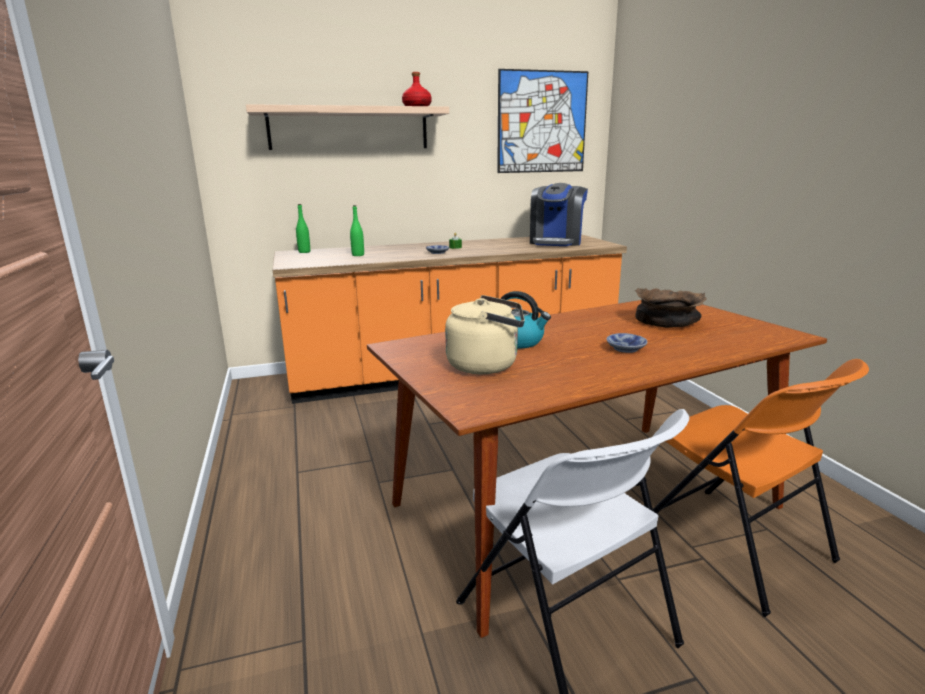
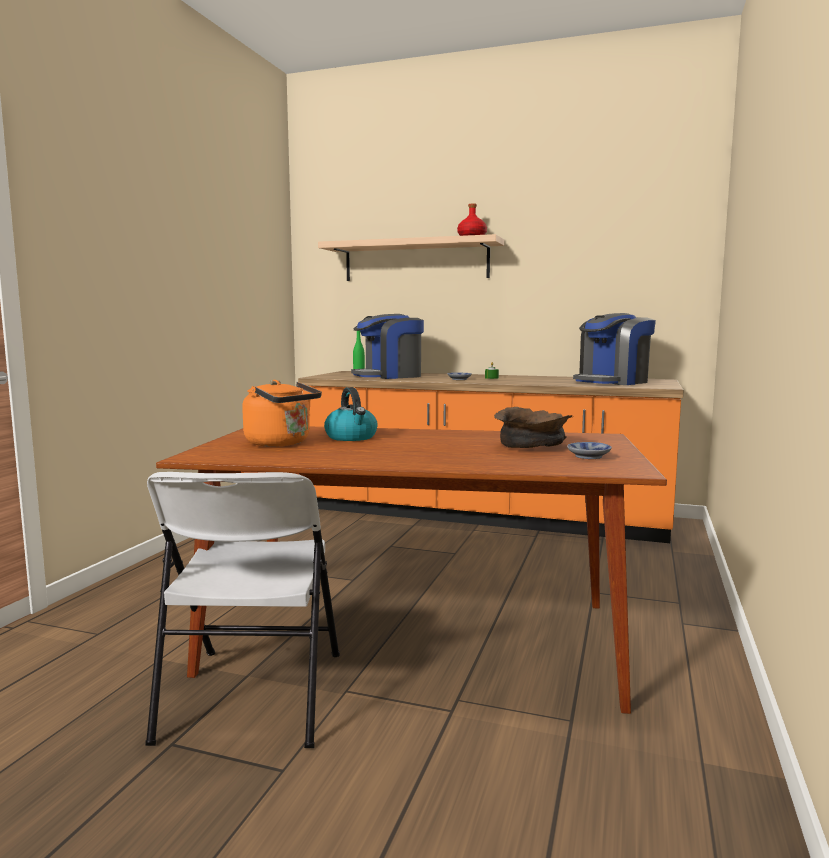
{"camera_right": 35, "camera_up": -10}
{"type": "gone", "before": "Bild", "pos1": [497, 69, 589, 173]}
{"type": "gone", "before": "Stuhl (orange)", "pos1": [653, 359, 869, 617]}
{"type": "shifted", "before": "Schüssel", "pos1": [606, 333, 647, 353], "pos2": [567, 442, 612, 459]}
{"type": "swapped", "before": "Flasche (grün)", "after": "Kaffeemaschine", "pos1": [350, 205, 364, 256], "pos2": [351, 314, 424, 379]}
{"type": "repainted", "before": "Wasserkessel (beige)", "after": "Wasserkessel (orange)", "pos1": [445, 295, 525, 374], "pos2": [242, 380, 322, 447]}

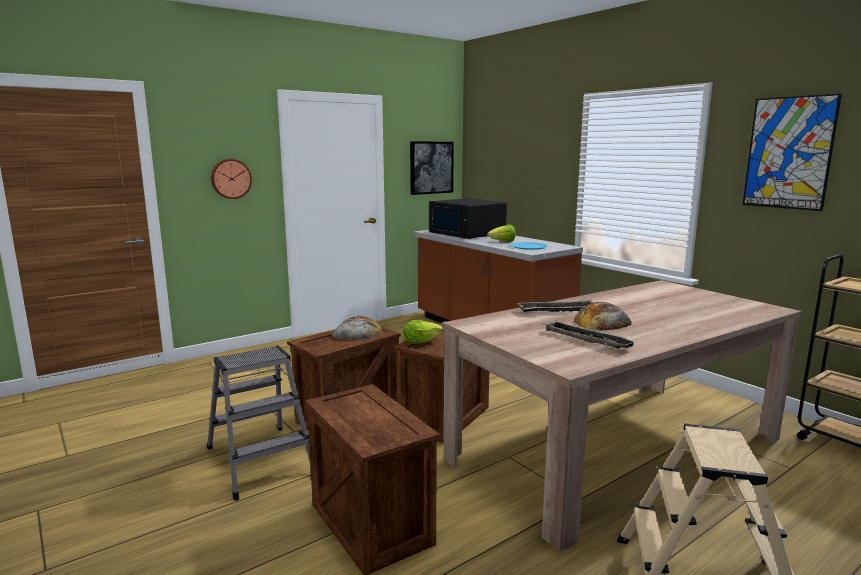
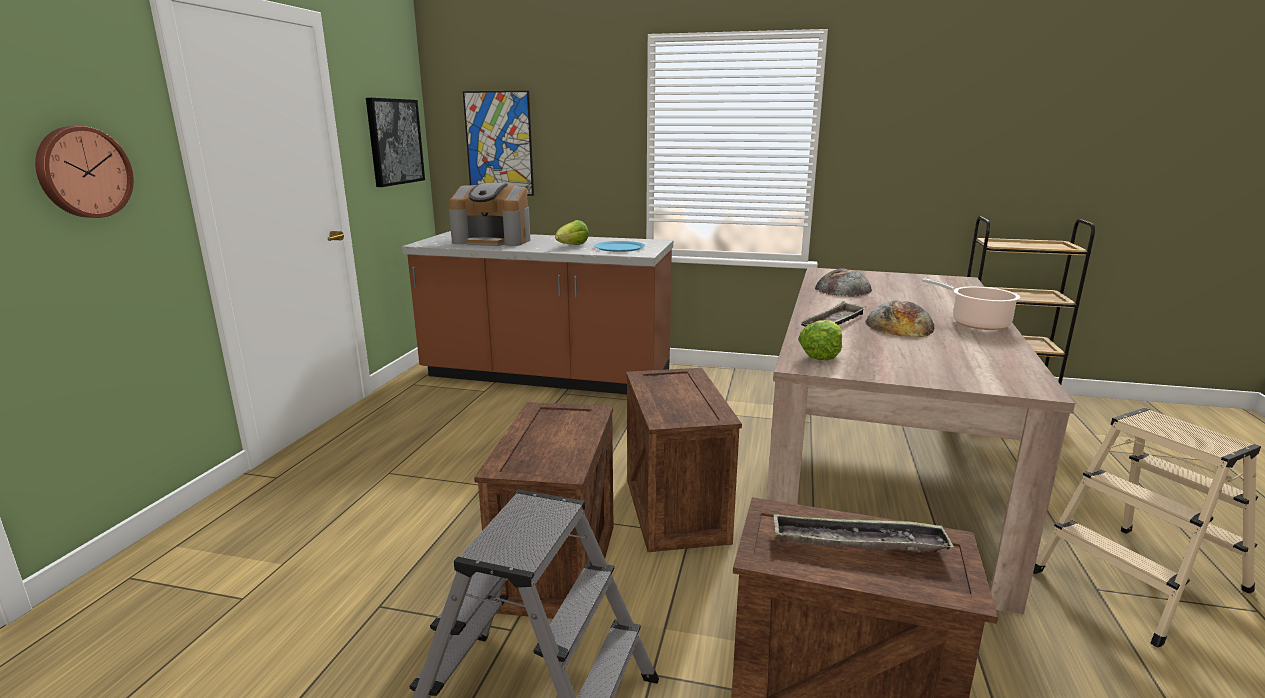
{"camera_right": -40, "camera_up": 5}
{"type": "new", "after": "Kochtopf", "pos2": [922, 279, 1020, 330]}
{"type": "shifted", "before": "Brot", "pos1": [332, 316, 383, 340], "pos2": [815, 268, 872, 297]}
{"type": "shifted", "before": "Salatkopf", "pos1": [404, 320, 443, 344], "pos2": [798, 320, 842, 360]}
{"type": "shifted", "before": "Tablett", "pos1": [543, 320, 637, 348], "pos2": [773, 514, 954, 552]}
{"type": "shifted", "before": "Bild", "pos1": [742, 94, 842, 211], "pos2": [463, 91, 534, 196]}
{"type": "swapped", "before": "Mikrowelle (schwarz)", "after": "Kaffeemaschine", "pos1": [429, 198, 507, 239], "pos2": [449, 183, 530, 246]}

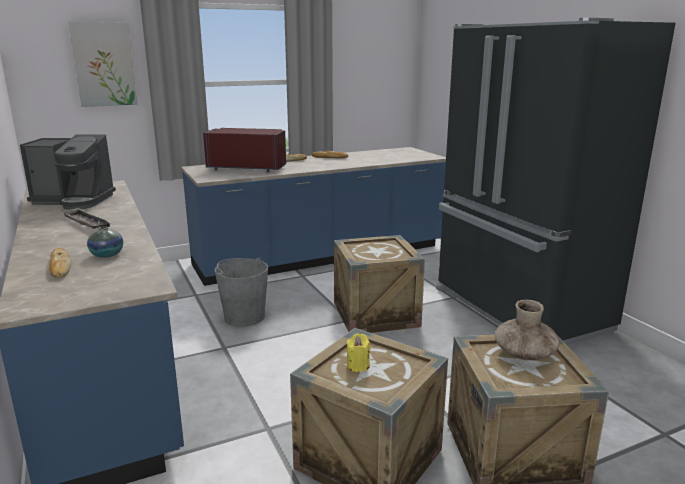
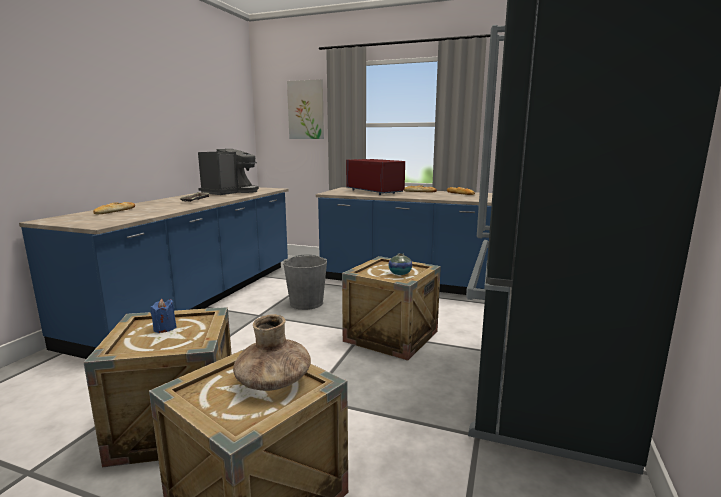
{"camera_right": 45, "camera_up": -5}
{"type": "shifted", "before": "Vase", "pos1": [87, 226, 123, 258], "pos2": [388, 253, 412, 275]}
{"type": "repainted", "before": "Kerze (gelb)", "after": "Kerze (blau)", "pos1": [346, 333, 370, 372], "pos2": [151, 299, 177, 333]}
{"type": "rotated", "before": "Kaffeemaschine", "pos1": [20, 134, 116, 210], "pos2": [198, 149, 259, 195], "turn": -105}

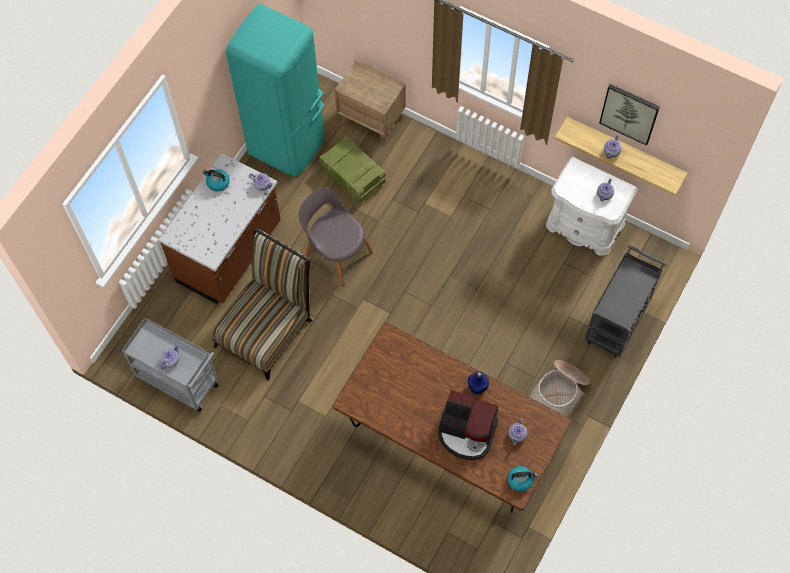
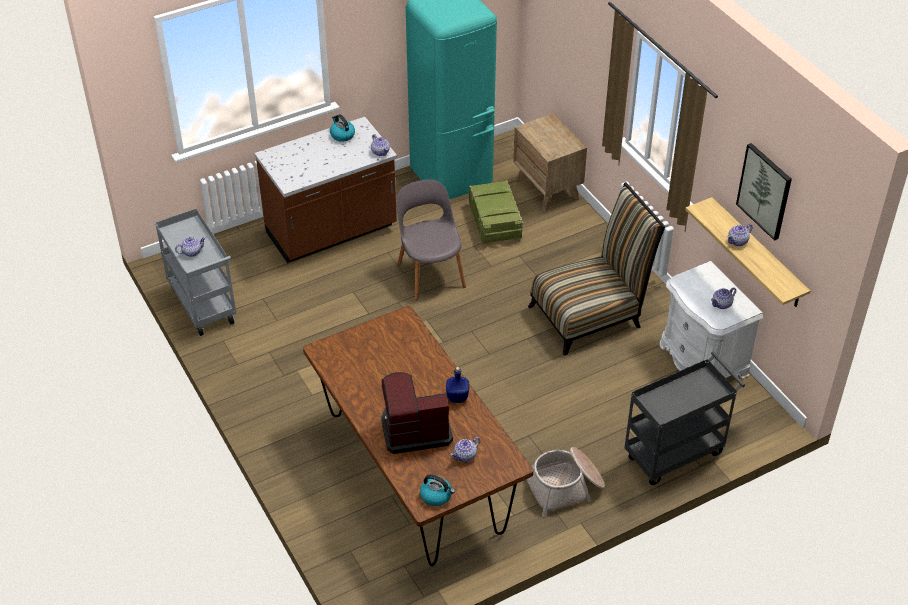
{"camera_right": 30, "camera_up": -20}
{"type": "shifted", "before": "Stuhl", "pos1": [212, 228, 312, 380], "pos2": [528, 182, 665, 356]}
{"type": "rotated", "before": "Kaffeemaschine", "pos1": [438, 390, 498, 460], "pos2": [381, 372, 453, 454], "turn": 120}

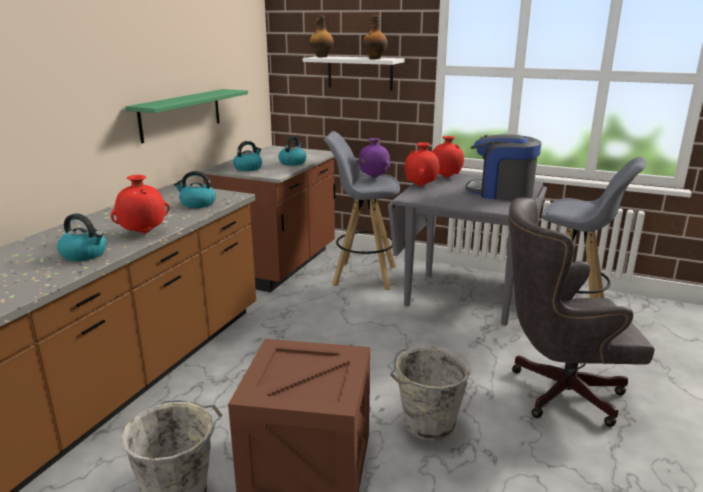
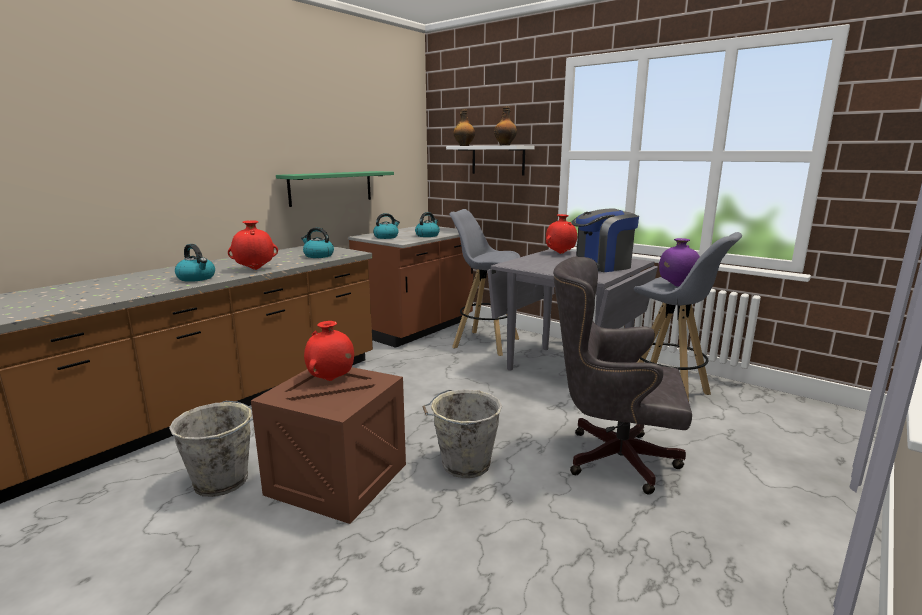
{"camera_right": 15, "camera_up": -5}
{"type": "shifted", "before": "Vase (lila)", "pos1": [359, 138, 390, 178], "pos2": [658, 238, 700, 287]}
{"type": "shifted", "before": "Vase (rot)", "pos1": [405, 142, 439, 186], "pos2": [304, 321, 354, 381]}
{"type": "rotated", "before": "Kaffeemaschine", "pos1": [465, 134, 541, 201], "pos2": [572, 208, 639, 272], "turn": -60}

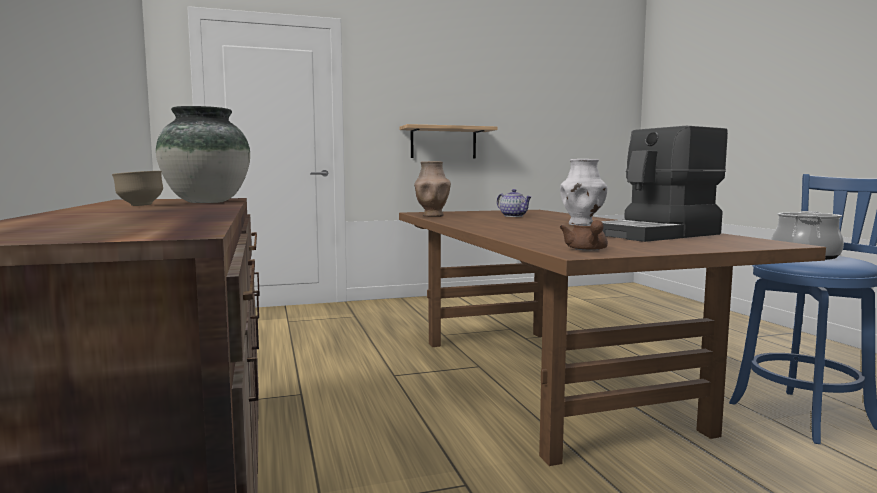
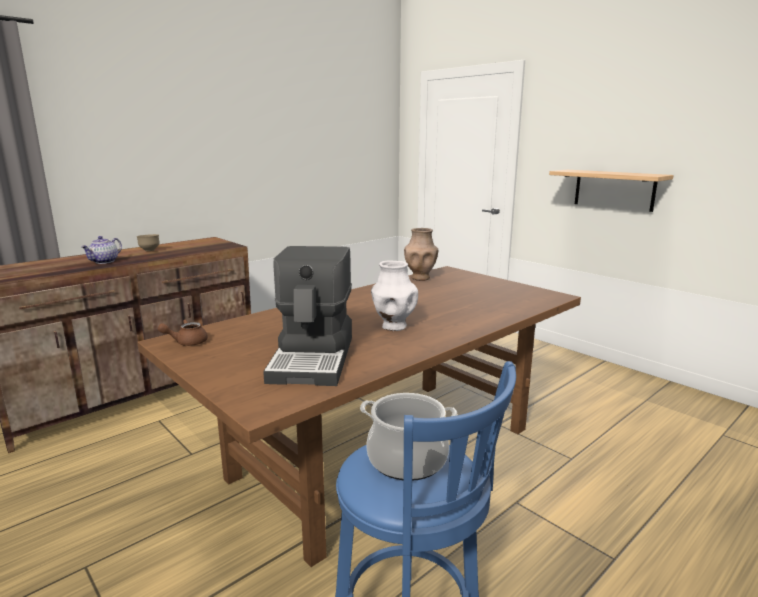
{"camera_right": 65, "camera_up": 10}
{"type": "gone", "before": "Vase", "pos1": [156, 106, 250, 203]}
{"type": "shifted", "before": "Teekanne", "pos1": [497, 189, 532, 217], "pos2": [81, 236, 122, 264]}
{"type": "rotated", "before": "Kaffeemaschine", "pos1": [589, 126, 728, 242], "pos2": [263, 246, 352, 386], "turn": -120}

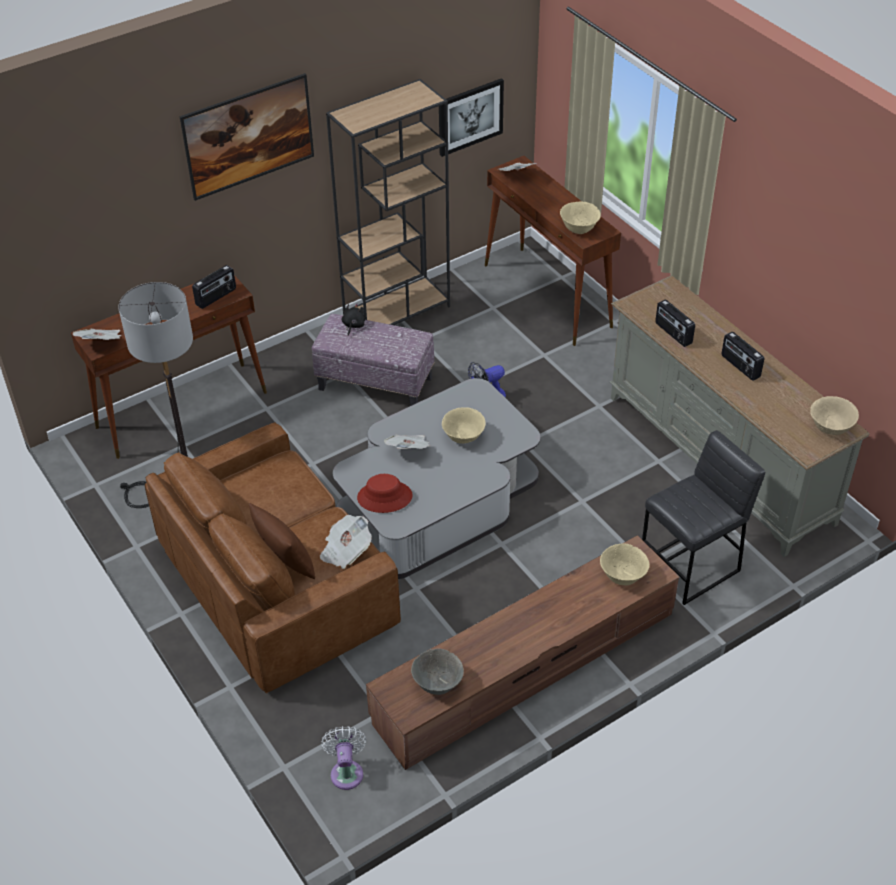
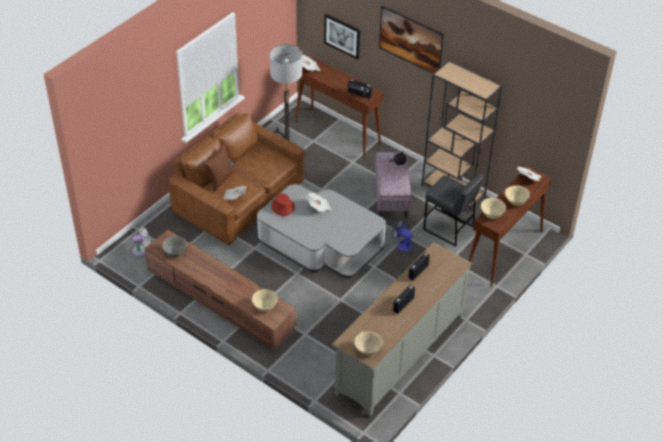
{"camera_right": 70, "camera_up": 0}
{"type": "shifted", "before": "Bild", "pos1": [439, 78, 504, 157], "pos2": [324, 14, 360, 59]}
{"type": "shifted", "before": "Schüssel (beige)", "pos1": [442, 407, 486, 444], "pos2": [505, 186, 530, 206]}
{"type": "shifted", "before": "Hocker (grau)", "pos1": [642, 430, 765, 605], "pos2": [423, 173, 484, 247]}

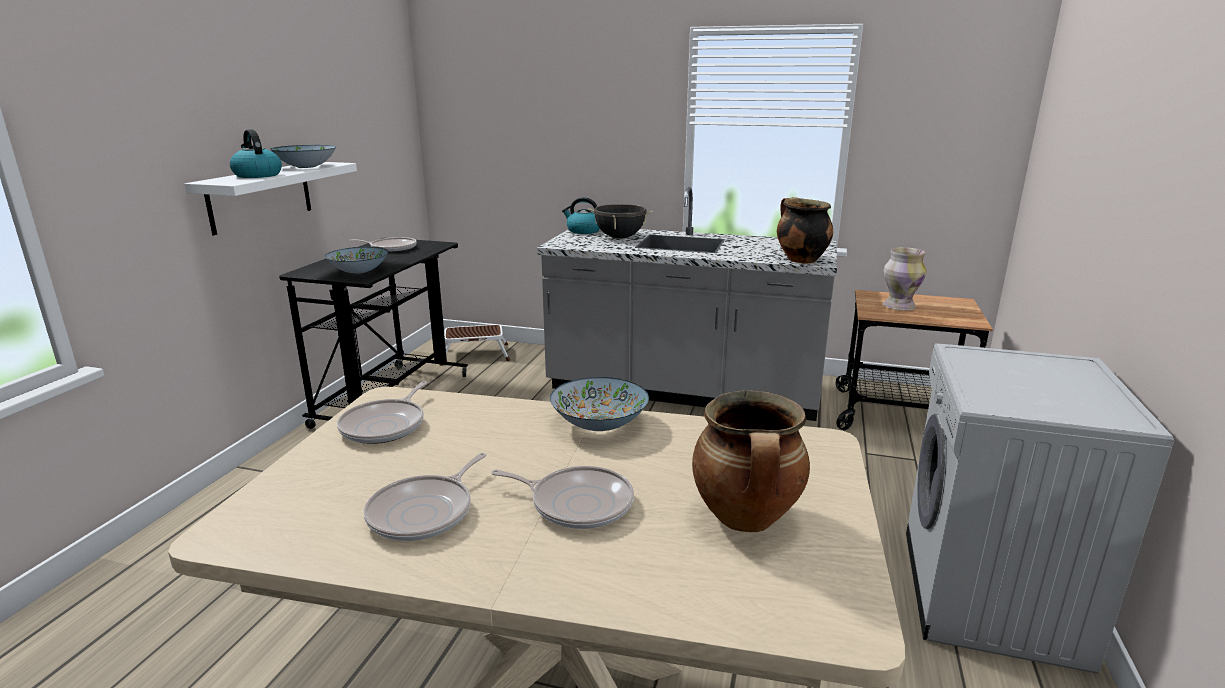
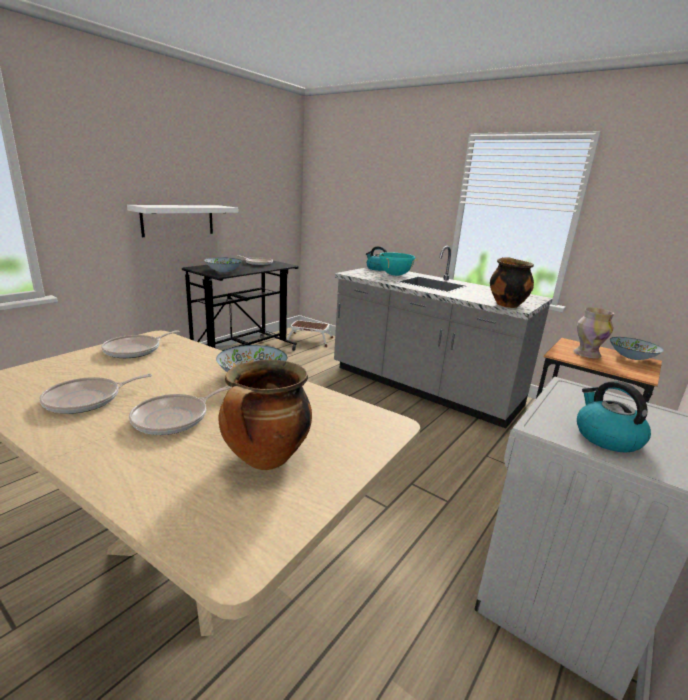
{"camera_right": 20, "camera_up": 0}
{"type": "shifted", "before": "Wasserkessel", "pos1": [230, 129, 282, 178], "pos2": [577, 381, 651, 453]}
{"type": "shifted", "before": "Schüssel", "pos1": [270, 145, 336, 168], "pos2": [610, 337, 664, 360]}
{"type": "repainted", "before": "Kochtopf (schwarz)", "after": "Kochtopf (türkis)", "pos1": [588, 204, 653, 239], "pos2": [378, 252, 418, 276]}
{"type": "rotated", "before": "Pfanne", "pos1": [491, 466, 634, 529], "pos2": [129, 386, 231, 435], "turn": 90}

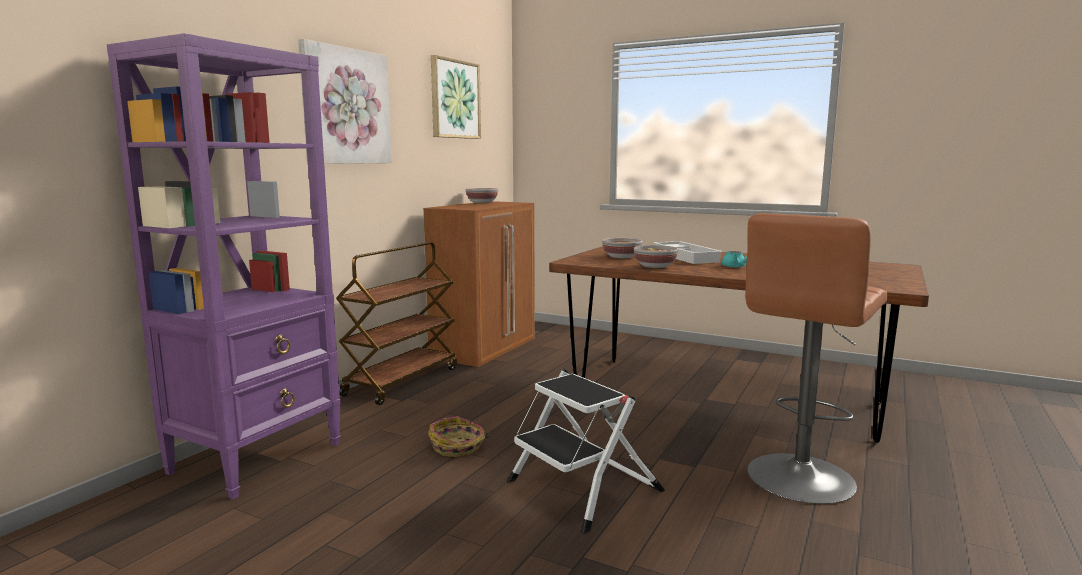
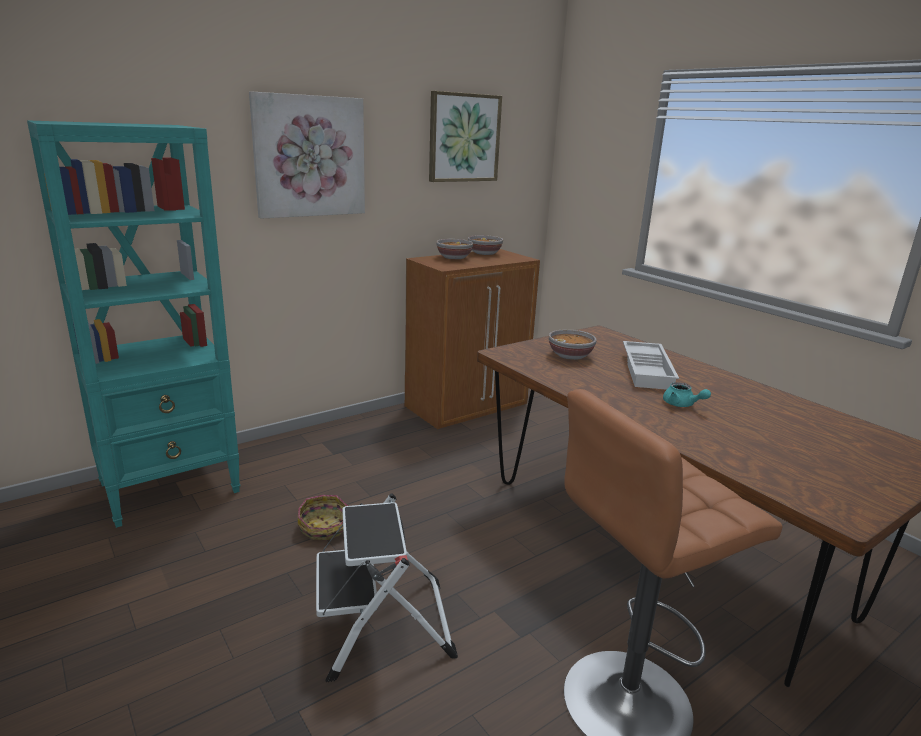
{"camera_right": 25, "camera_up": 10}
{"type": "gone", "before": "Rollwagen (braun)", "pos1": [336, 242, 457, 405]}
{"type": "shifted", "before": "Schüssel", "pos1": [634, 245, 678, 268], "pos2": [436, 239, 473, 259]}
{"type": "repainted", "before": "Bücherregal (lila)", "after": "Bücherregal (türkis)", "pos1": [107, 33, 341, 499], "pos2": [27, 120, 241, 528]}

